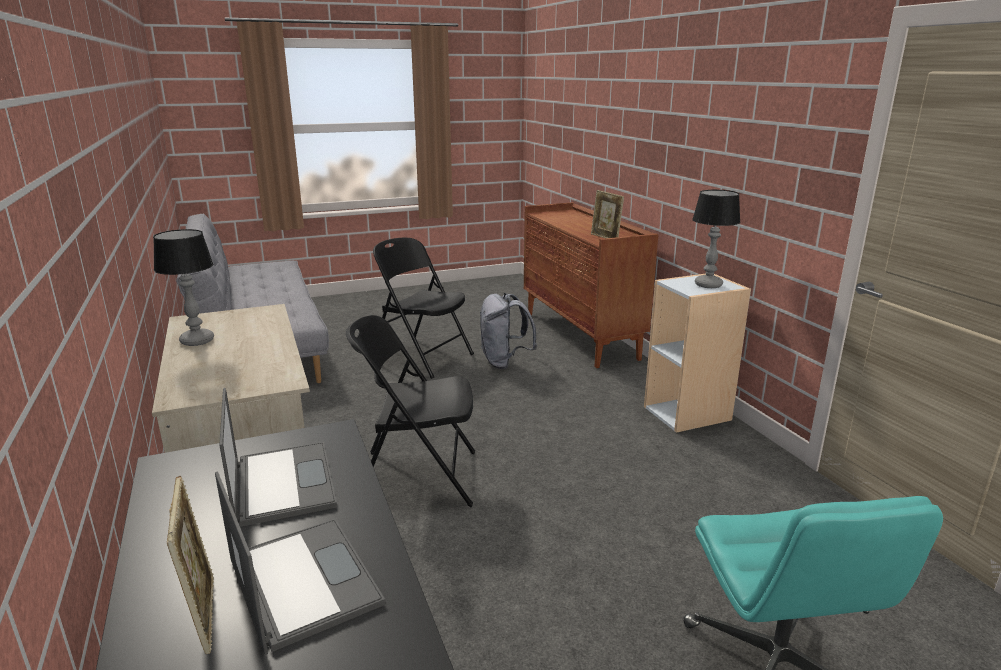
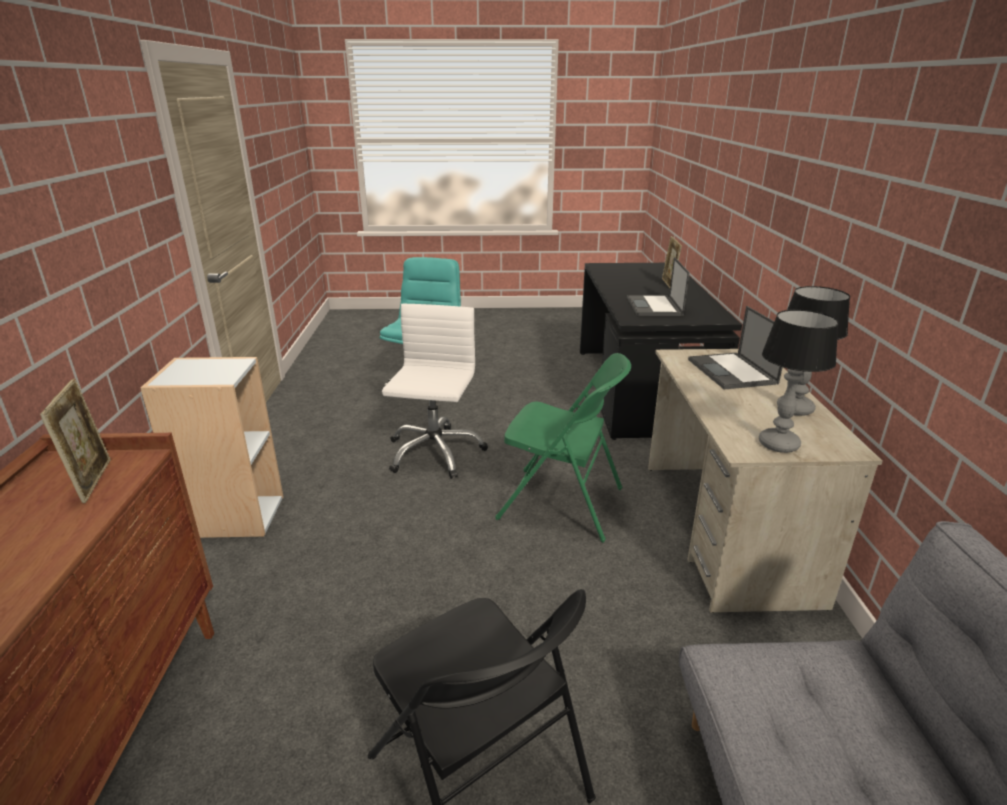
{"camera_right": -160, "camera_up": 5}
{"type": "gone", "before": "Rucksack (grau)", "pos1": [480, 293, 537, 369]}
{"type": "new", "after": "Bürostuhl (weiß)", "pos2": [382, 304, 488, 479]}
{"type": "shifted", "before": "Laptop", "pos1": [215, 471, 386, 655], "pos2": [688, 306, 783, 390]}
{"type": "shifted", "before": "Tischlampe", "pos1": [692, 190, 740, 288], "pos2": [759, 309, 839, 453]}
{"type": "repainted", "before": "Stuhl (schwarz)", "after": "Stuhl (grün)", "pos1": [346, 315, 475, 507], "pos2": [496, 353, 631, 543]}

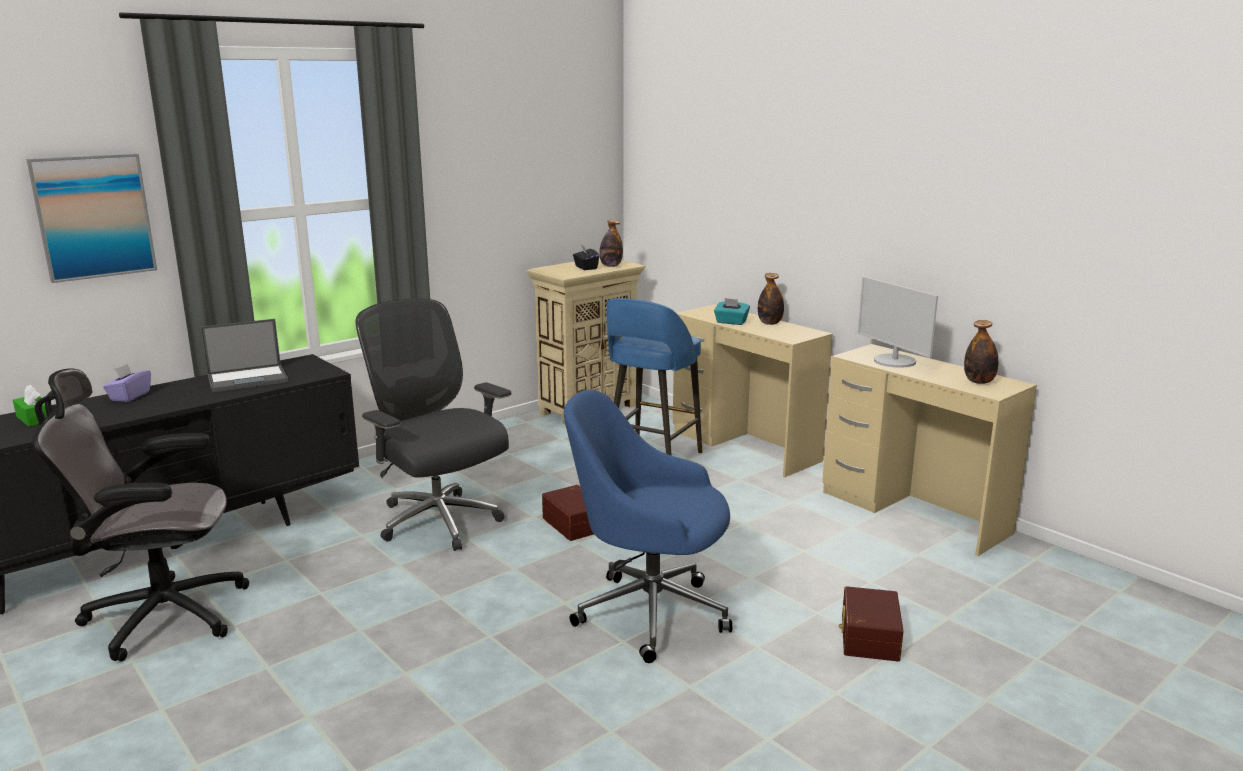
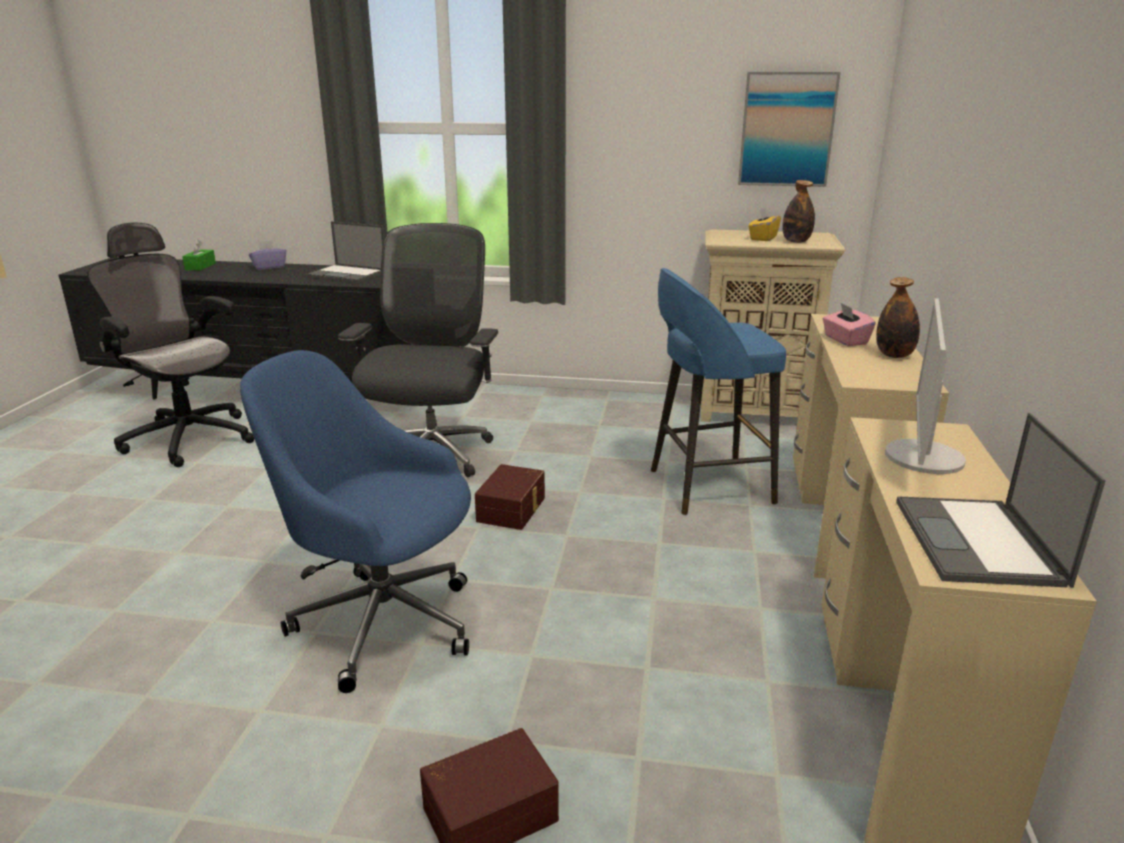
{"camera_right": 50, "camera_up": 5}
{"type": "shifted", "before": "Bild", "pos1": [26, 154, 157, 283], "pos2": [738, 72, 841, 187]}
{"type": "swapped", "before": "Flasche", "after": "Laptop", "pos1": [964, 320, 998, 384], "pos2": [896, 413, 1106, 588]}
{"type": "repainted", "before": "Taschentuchbox (schwarz)", "after": "Taschentuchbox (gelb)", "pos1": [573, 245, 599, 270], "pos2": [748, 208, 781, 241]}
{"type": "repainted", "before": "Taschentuchbox (türkis)", "after": "Taschentuchbox (rosa)", "pos1": [714, 298, 750, 325], "pos2": [823, 303, 876, 346]}
{"type": "rotated", "before": "Bürostuhl (blau)", "pos1": [564, 390, 732, 663], "pos2": [240, 350, 471, 693], "turn": -45}

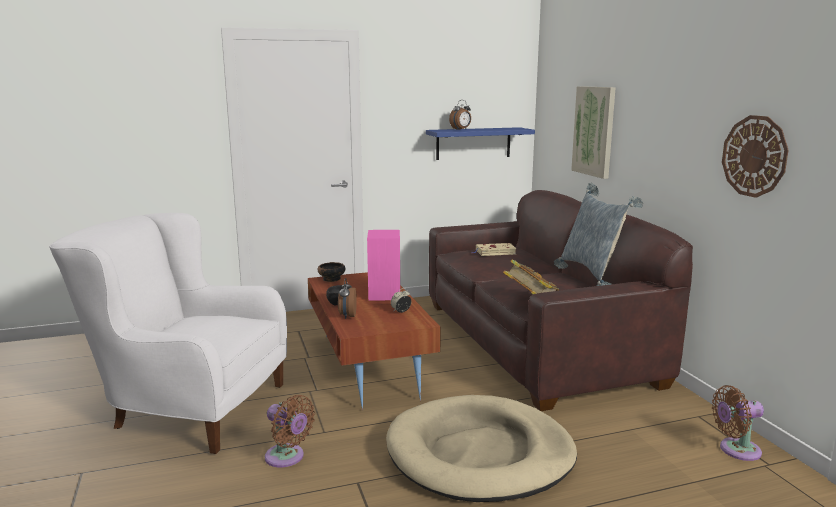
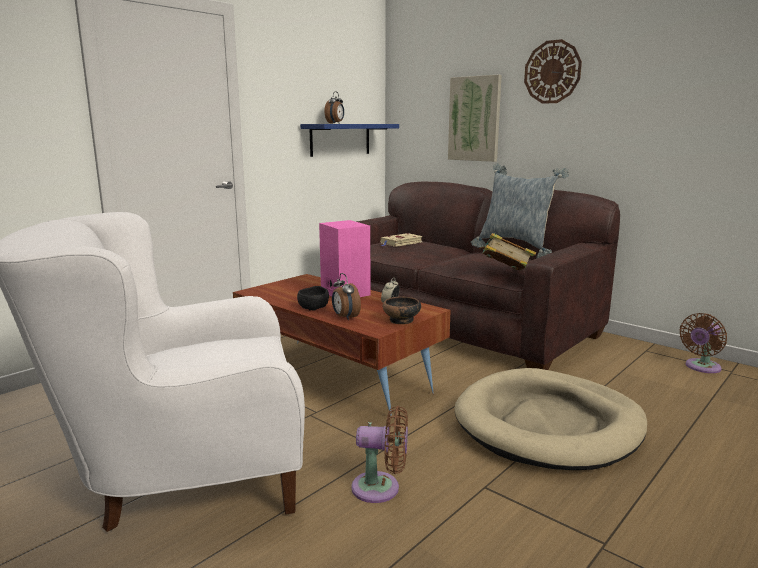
{"camera_right": -30, "camera_up": 0}
{"type": "shifted", "before": "Schüssel", "pos1": [317, 262, 346, 282], "pos2": [382, 297, 421, 324]}
{"type": "shifted", "before": "Wanduhr", "pos1": [722, 115, 789, 198], "pos2": [524, 39, 582, 104]}

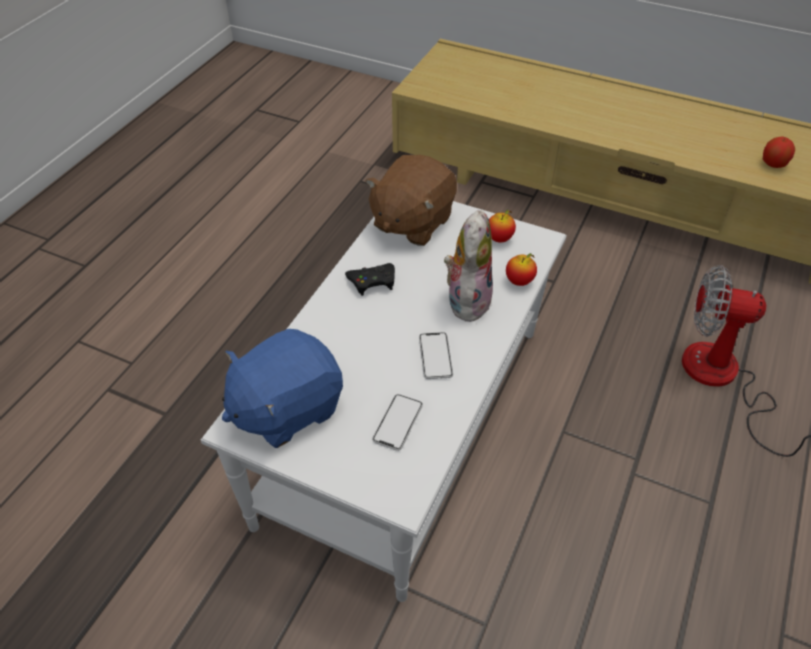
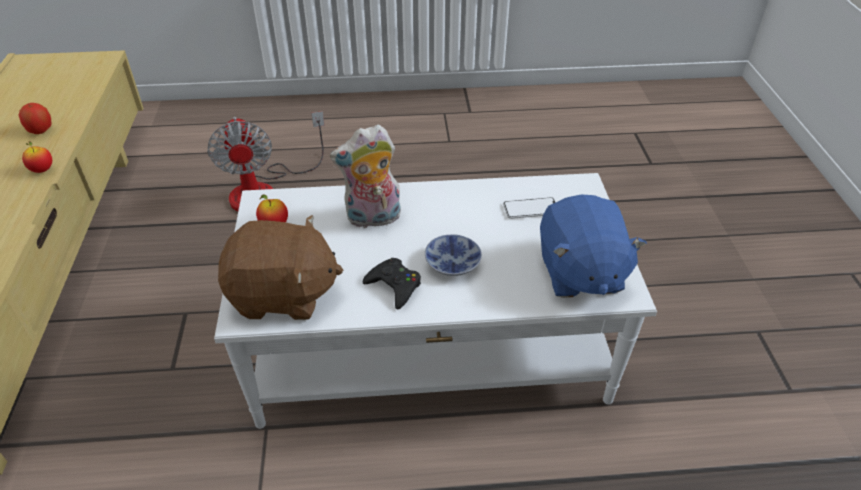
{"camera_right": -120, "camera_up": -5}
{"type": "gone", "before": "Handy", "pos1": [419, 332, 453, 379]}
{"type": "new", "after": "Schüssel", "pos2": [425, 234, 482, 276]}
{"type": "shifted", "before": "Apfel", "pos1": [506, 253, 537, 286], "pos2": [22, 141, 52, 173]}
{"type": "rotated", "before": "Plüschtier (blau)", "pos1": [222, 329, 343, 448], "pos2": [540, 195, 647, 298], "turn": 60}

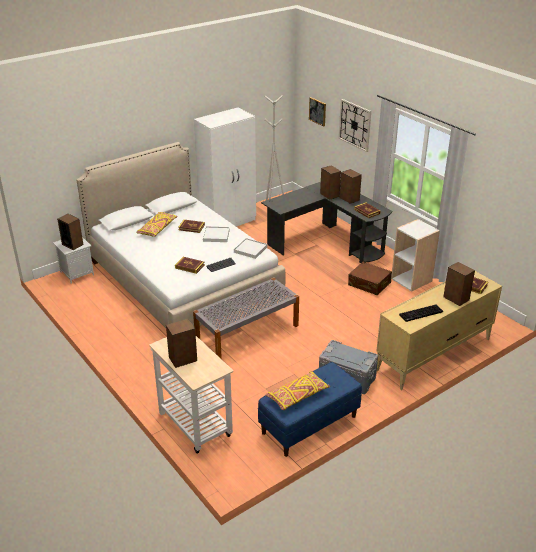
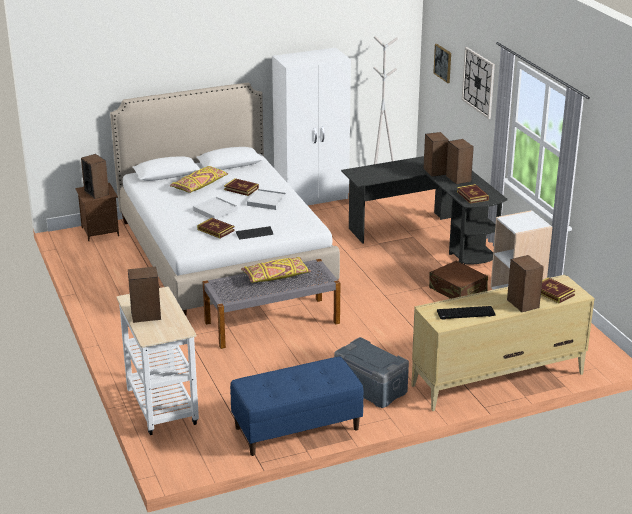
{"camera_right": 15, "camera_up": -5}
{"type": "shifted", "before": "Tablett (weiß)", "pos1": [234, 238, 267, 259], "pos2": [193, 197, 238, 219]}
{"type": "shifted", "before": "Kissen (gelb)", "pos1": [266, 371, 330, 410], "pos2": [241, 257, 311, 283]}
{"type": "repainted", "before": "Nachttisch (grau)", "after": "Nachttisch (braun)", "pos1": [53, 237, 94, 284], "pos2": [75, 183, 119, 241]}

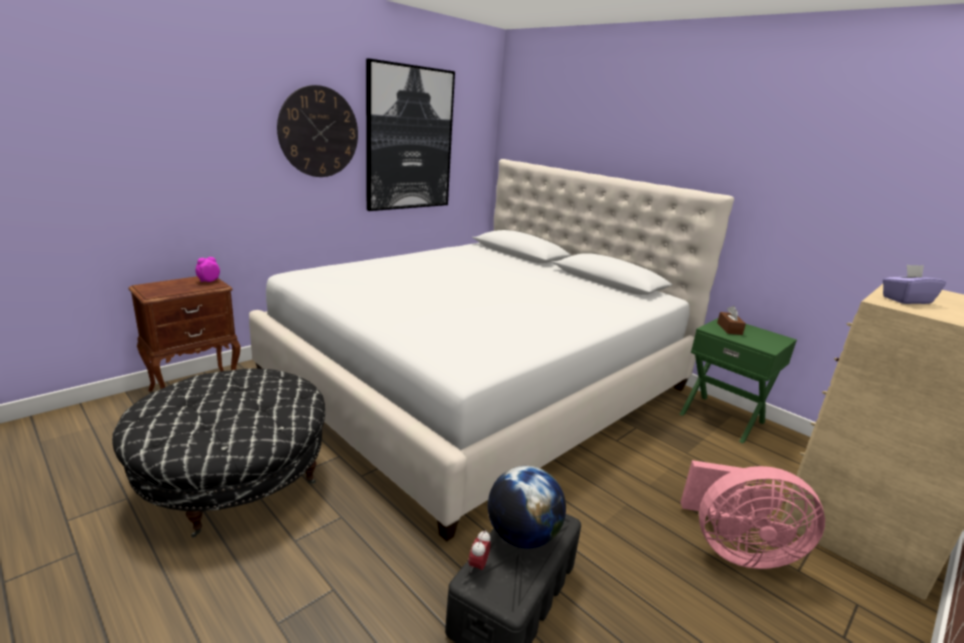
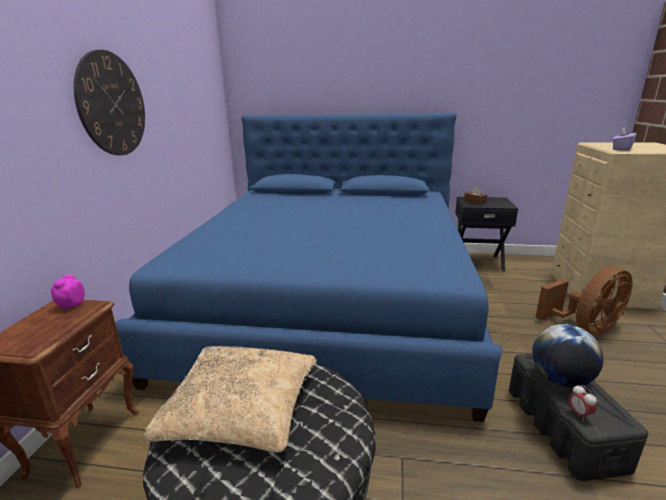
{"camera_right": -35, "camera_up": 0}
{"type": "gone", "before": "Bild", "pos1": [366, 59, 455, 211]}
{"type": "new", "after": "Kissen (beige)", "pos2": [144, 346, 316, 452]}
{"type": "repainted", "before": "Bett (weiß)", "after": "Bett (blau)", "pos1": [249, 159, 734, 541], "pos2": [115, 113, 503, 422]}
{"type": "repainted", "before": "Nachttisch (grün)", "after": "Nachttisch (schwarz)", "pos1": [680, 318, 797, 443], "pos2": [455, 197, 518, 271]}
{"type": "repainted", "before": "Ventilator (rosa)", "after": "Ventilator (braun)", "pos1": [681, 460, 825, 569], "pos2": [535, 266, 632, 336]}

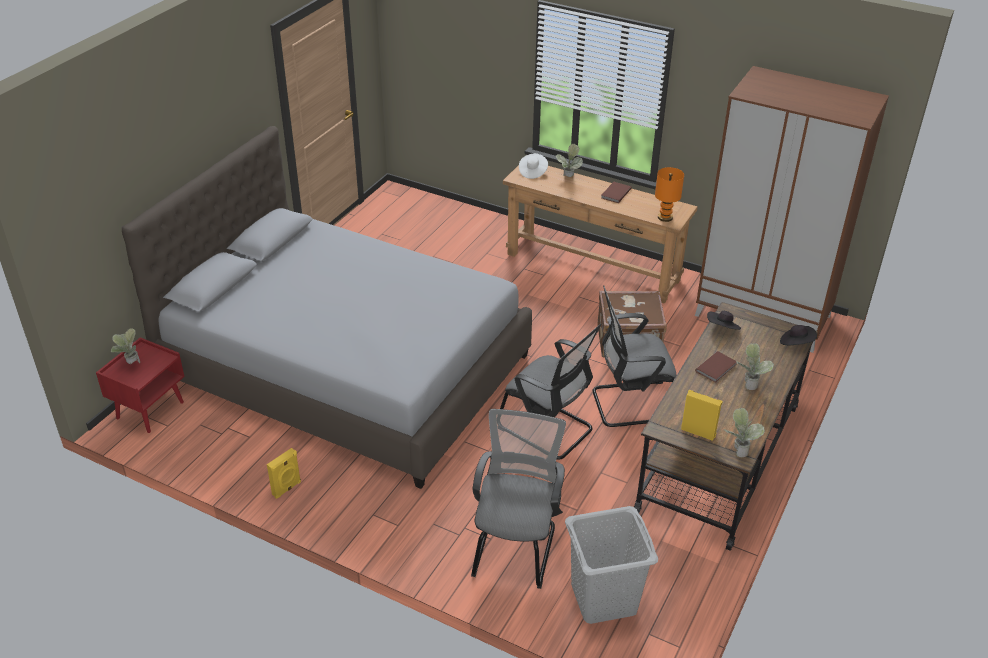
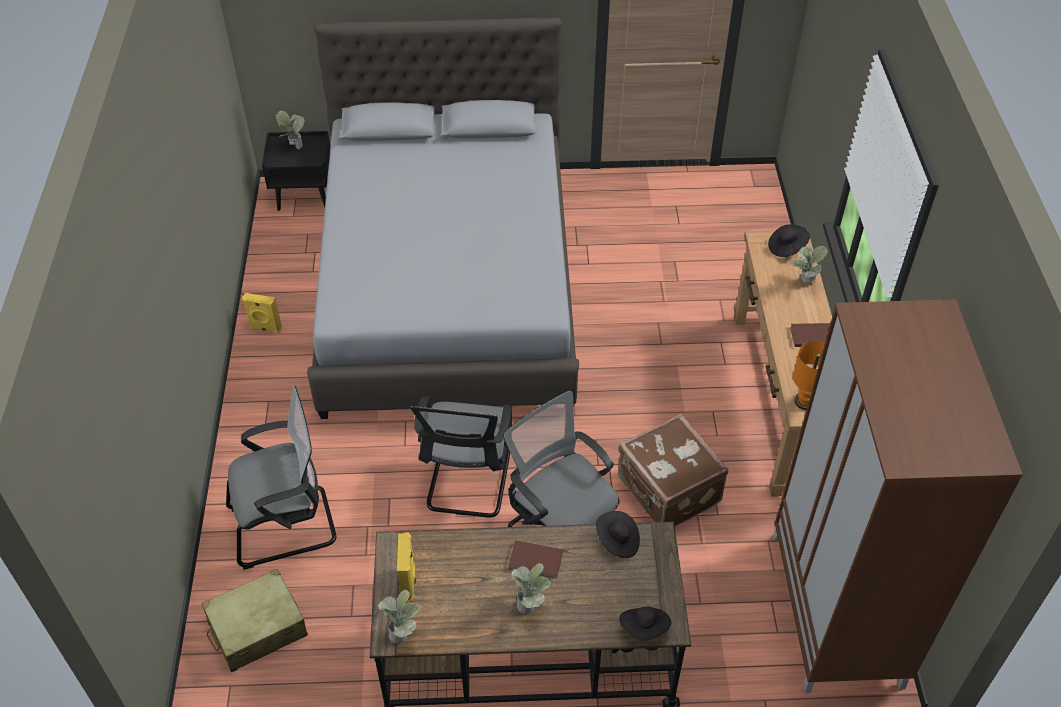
{"camera_right": 60, "camera_up": 10}
{"type": "swapped", "before": "Wäschekorb (grau)", "after": "Koffer (beige)", "pos1": [565, 506, 658, 624], "pos2": [201, 569, 308, 672]}
{"type": "repainted", "before": "Nachttisch (rot)", "after": "Nachttisch (schwarz)", "pos1": [96, 337, 185, 433], "pos2": [262, 131, 330, 211]}
{"type": "repainted", "before": "Hut (weiß)", "after": "Hut (schwarz)", "pos1": [519, 153, 548, 179], "pos2": [768, 224, 810, 257]}

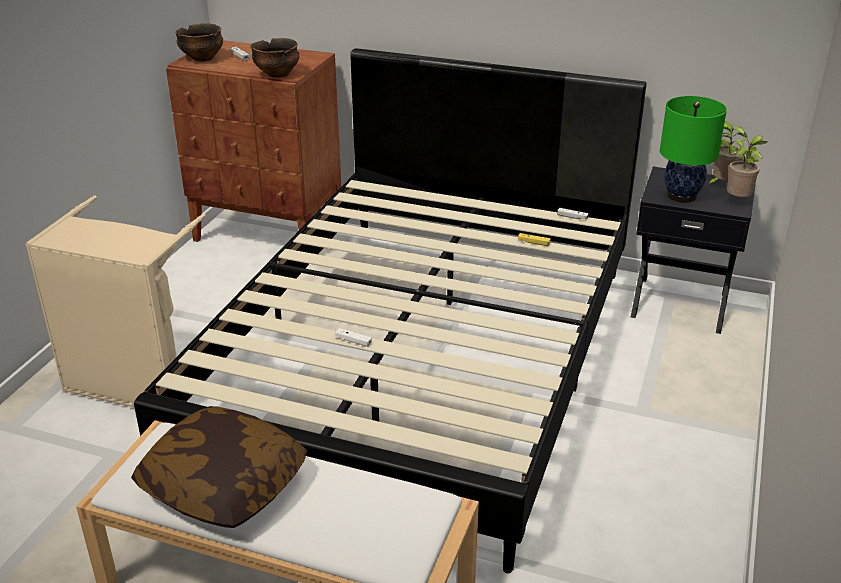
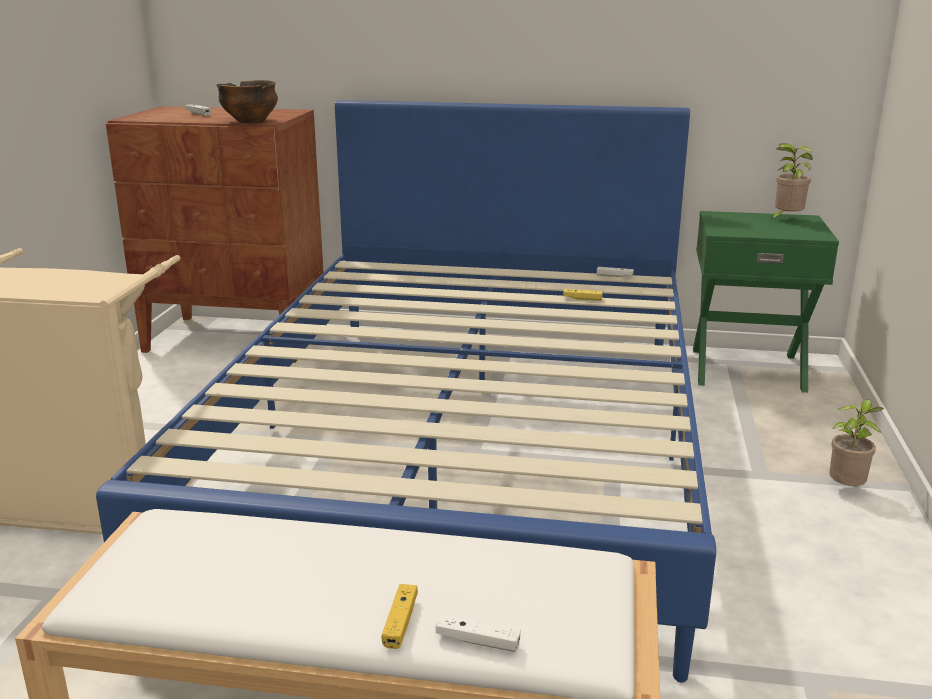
{"camera_right": -10, "camera_up": -10}
{"type": "gone", "before": "Kissen", "pos1": [131, 406, 307, 528]}
{"type": "gone", "before": "Schüssel", "pos1": [175, 23, 223, 61]}
{"type": "gone", "before": "Tischlampe (grün)", "pos1": [660, 96, 727, 203]}
{"type": "new", "after": "Gamepad (gelb)", "pos2": [382, 584, 418, 649]}
{"type": "shifted", "before": "Gamepad (weiß)", "pos1": [335, 328, 372, 347], "pos2": [436, 614, 521, 652]}
{"type": "shifted", "before": "Topfpflanze", "pos1": [727, 136, 767, 197], "pos2": [829, 399, 884, 486]}
{"type": "repainted", "before": "Bett (schwarz)", "after": "Bett (blau)", "pos1": [134, 48, 647, 573], "pos2": [96, 100, 716, 682]}
{"type": "repainted", "before": "Nachttisch (schwarz)", "after": "Nachttisch (grün)", "pos1": [631, 167, 756, 334], "pos2": [693, 211, 839, 393]}

